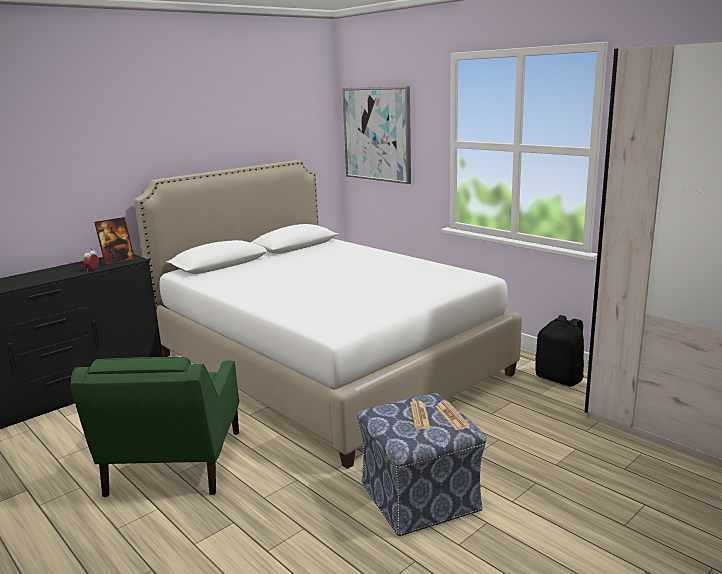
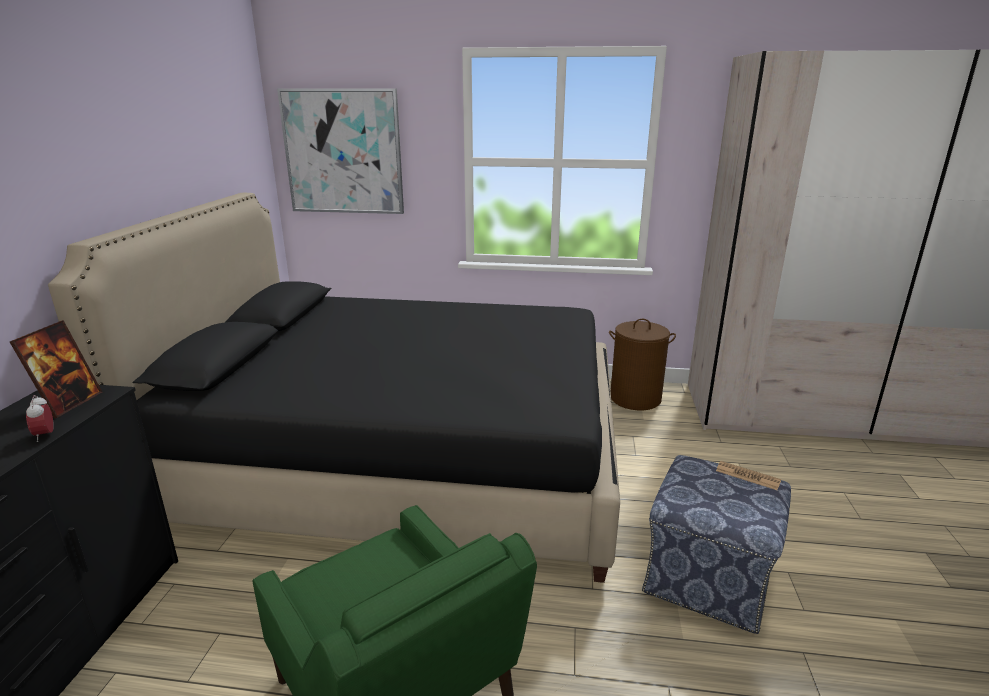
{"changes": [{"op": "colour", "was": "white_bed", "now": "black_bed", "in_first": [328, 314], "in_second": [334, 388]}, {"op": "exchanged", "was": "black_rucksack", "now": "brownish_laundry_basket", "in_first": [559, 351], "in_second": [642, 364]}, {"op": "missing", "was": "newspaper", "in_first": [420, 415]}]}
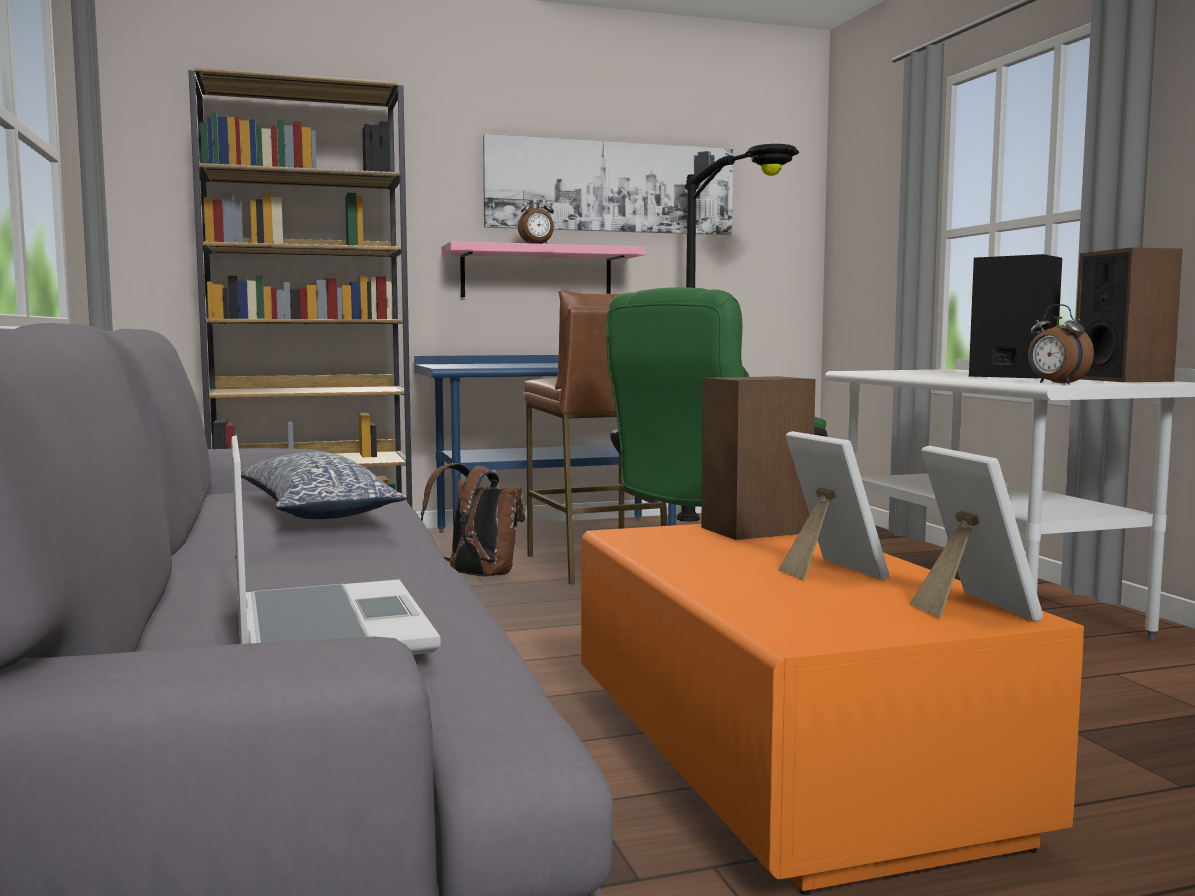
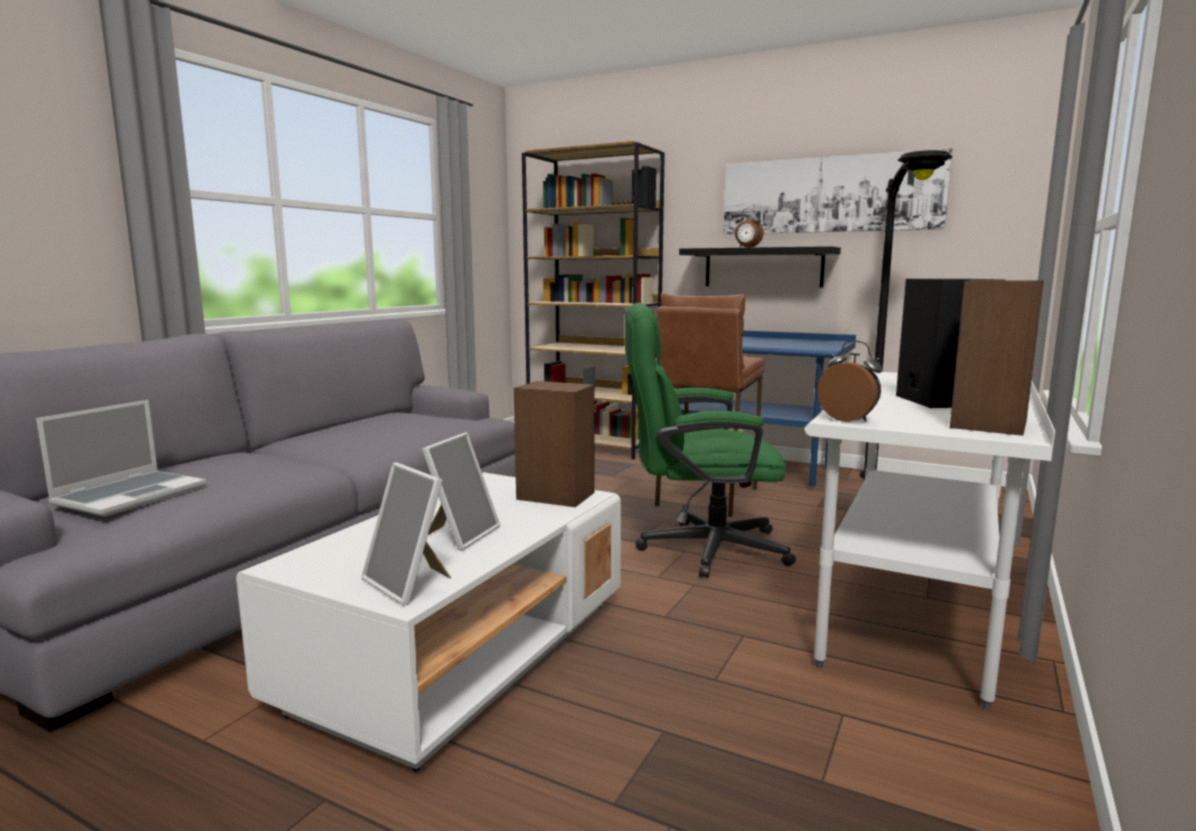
{"changes": [{"op": "colour", "was": "orangey_low_table", "now": "white_low_table", "in_first": [832, 709], "in_second": [428, 621]}, {"op": "spun", "was": "photo_frame", "in_first": [976, 534], "in_second": [406, 534], "clockwise": 105}, {"op": "colour", "was": "pinkish_wall_shelf", "now": "black_wall_shelf", "in_first": [544, 269], "in_second": [760, 266]}, {"op": "spun", "was": "alarm_clock", "in_first": [1061, 344], "in_second": [849, 381], "clockwise": 120}, {"op": "missing", "was": "cushion", "in_first": [324, 485]}, {"op": "missing", "was": "brownish_rucksack", "in_first": [473, 519]}]}
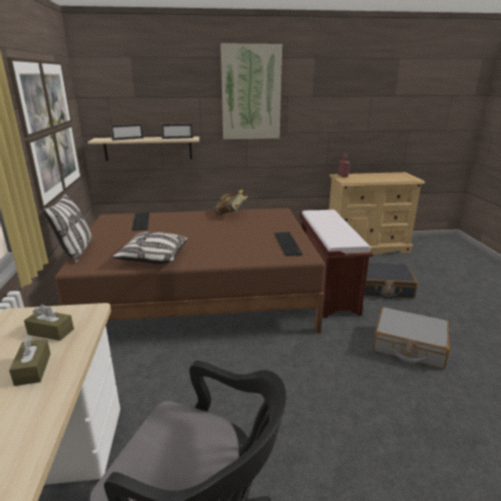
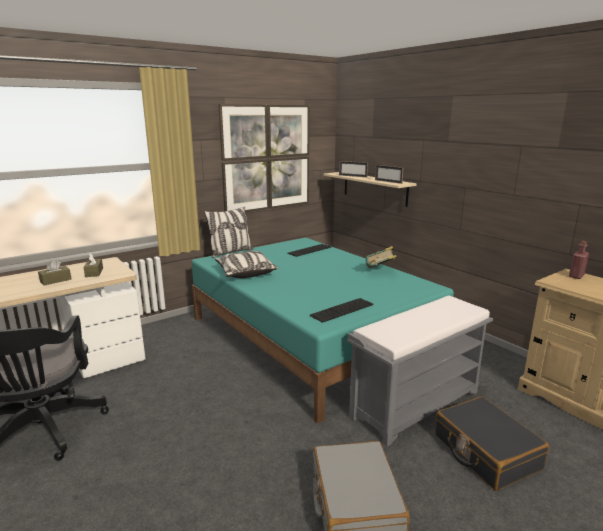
{"changes": [{"op": "colour", "was": "brownish_bed", "now": "turquoise_bed", "in_first": [190, 270], "in_second": [323, 331]}, {"op": "colour", "was": "brownish_indoor_bench", "now": "gray_indoor_bench", "in_first": [336, 264], "in_second": [420, 371]}, {"op": "missing", "was": "picture", "in_first": [251, 91]}]}
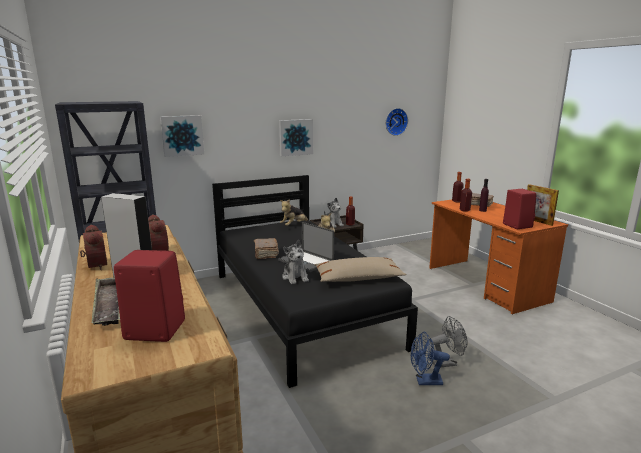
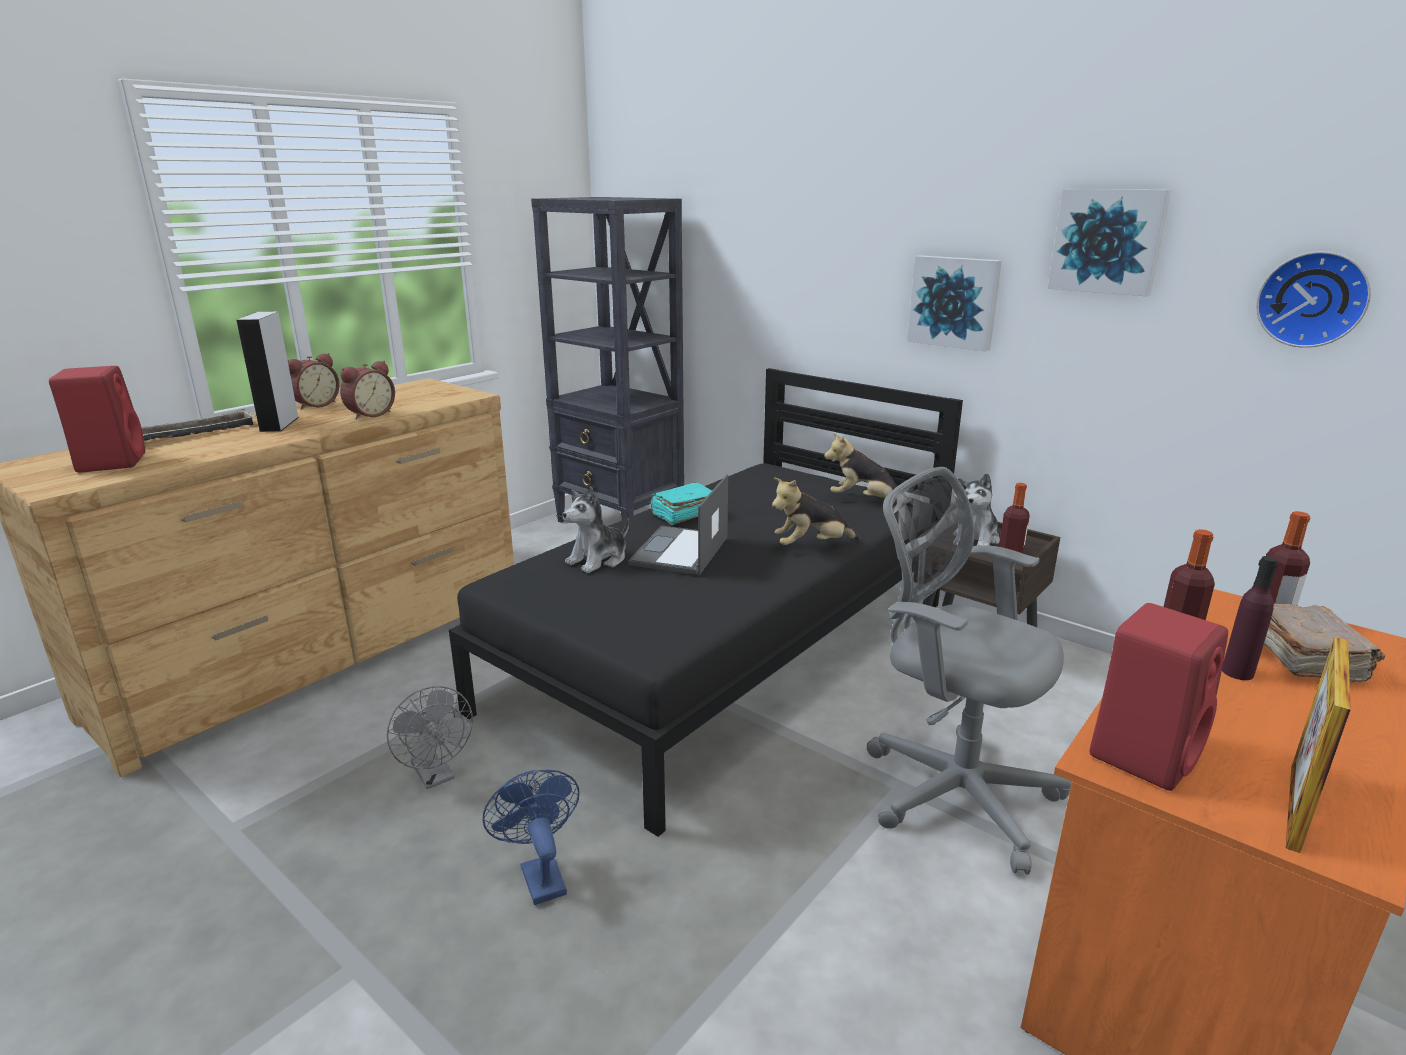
{"changes": [{"op": "relocated", "was": "gray_electric_fan", "in_first": [449, 342], "in_second": [430, 737]}, {"op": "colour", "was": "brownish_book", "now": "turquoise_book", "in_first": [266, 248], "in_second": [681, 504]}, {"op": "appeared", "now": "gray_office_chair", "in_second": [969, 671]}, {"op": "relocated", "was": "picture", "in_first": [182, 136], "in_second": [1109, 242]}, {"op": "missing", "was": "beige-coloured_cushion", "in_first": [360, 269]}]}
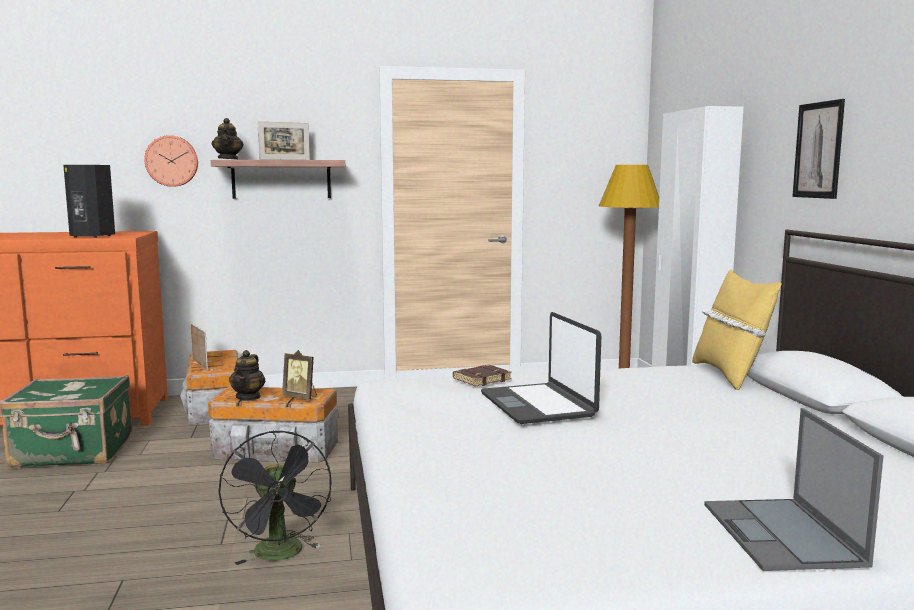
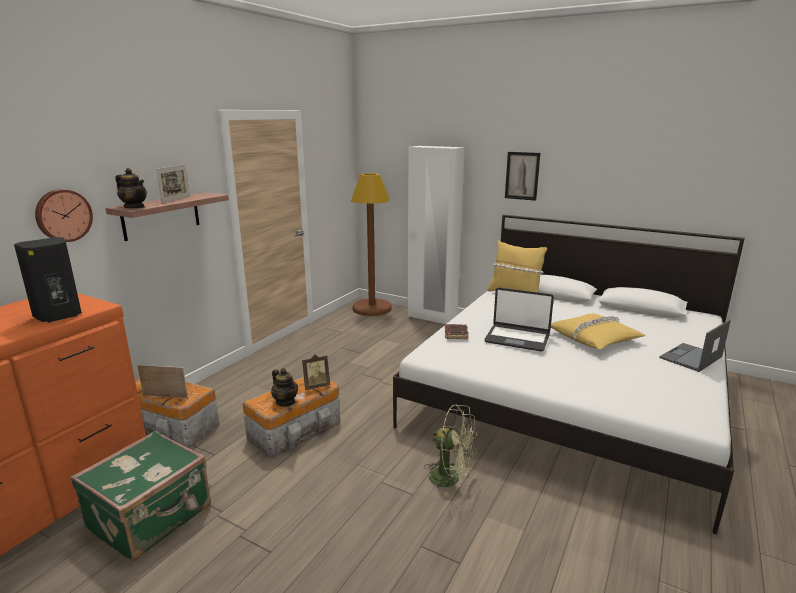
{"changes": [{"op": "colour", "was": "black_electric_fan", "now": "greenish_electric_fan", "in_first": [275, 497], "in_second": [451, 450]}, {"op": "appeared", "now": "yellow_cushion", "in_second": [598, 331]}, {"op": "spun", "was": "portable_computer", "in_first": [793, 489], "in_second": [695, 346], "clockwise": 105}]}
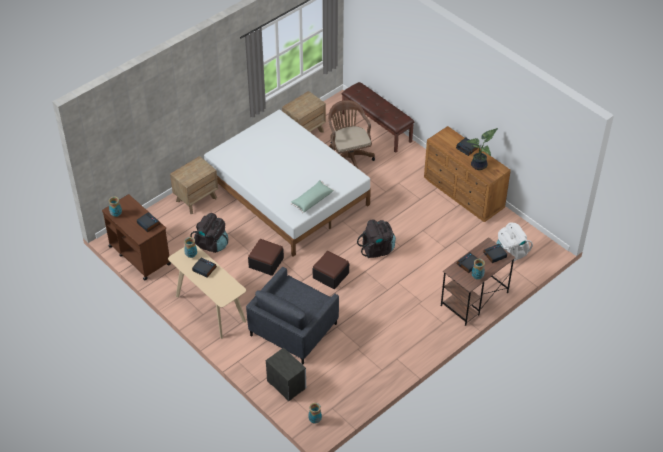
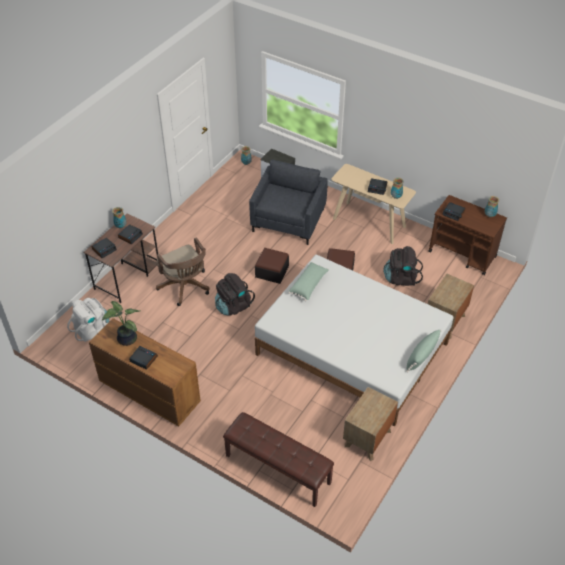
{"changes": [{"op": "relocated", "was": "brownish_office_chair", "in_first": [352, 134], "in_second": [183, 272]}, {"op": "appeared", "now": "greenish_cushion", "in_second": [424, 350]}]}
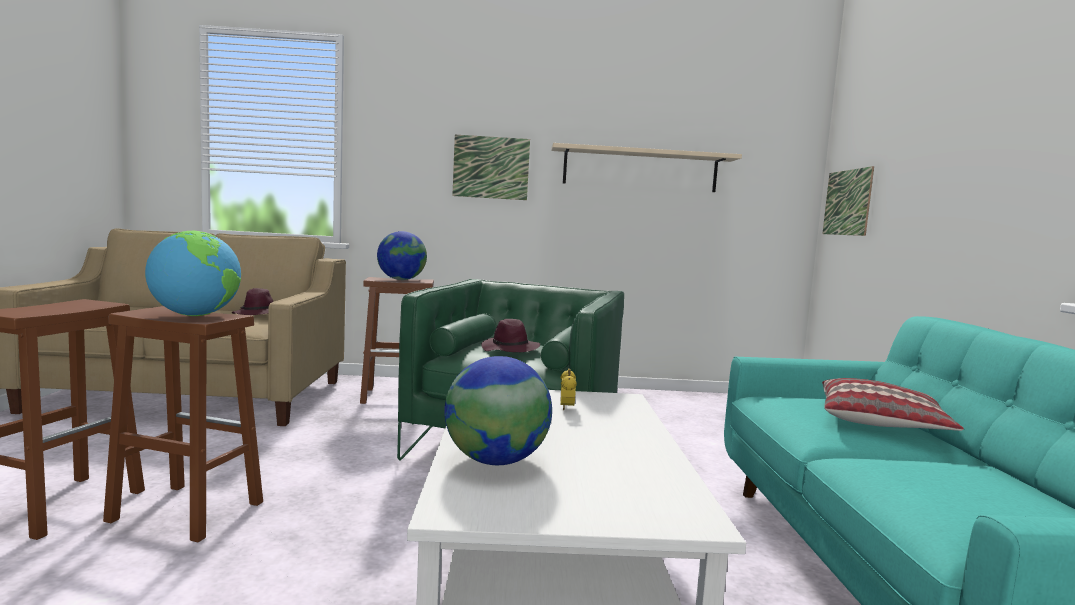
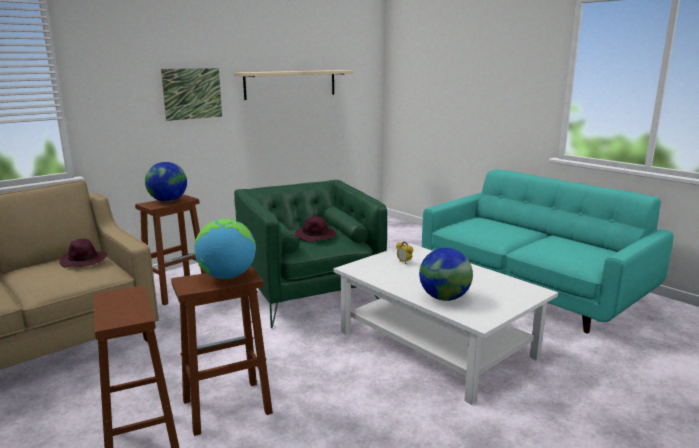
{"changes": [{"op": "missing", "was": "picture", "in_first": [848, 201]}, {"op": "missing", "was": "cushion", "in_first": [893, 404]}]}
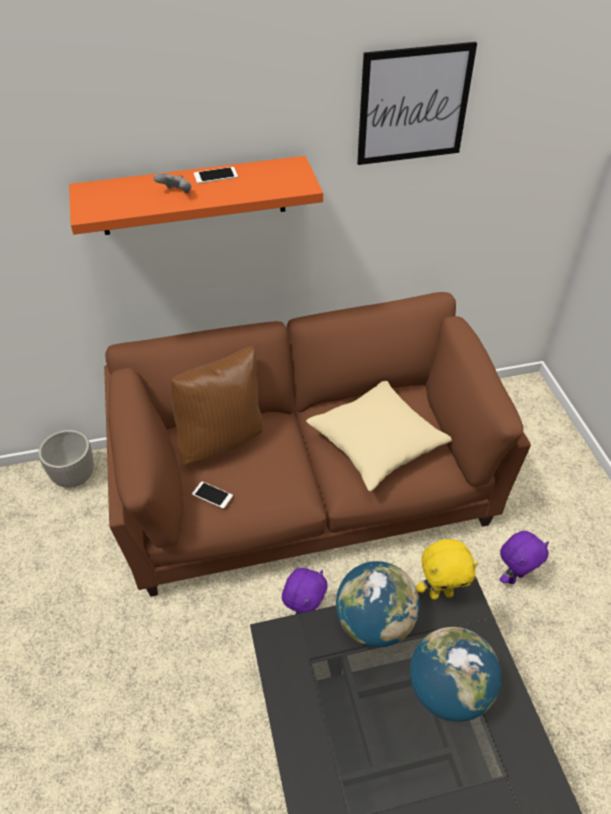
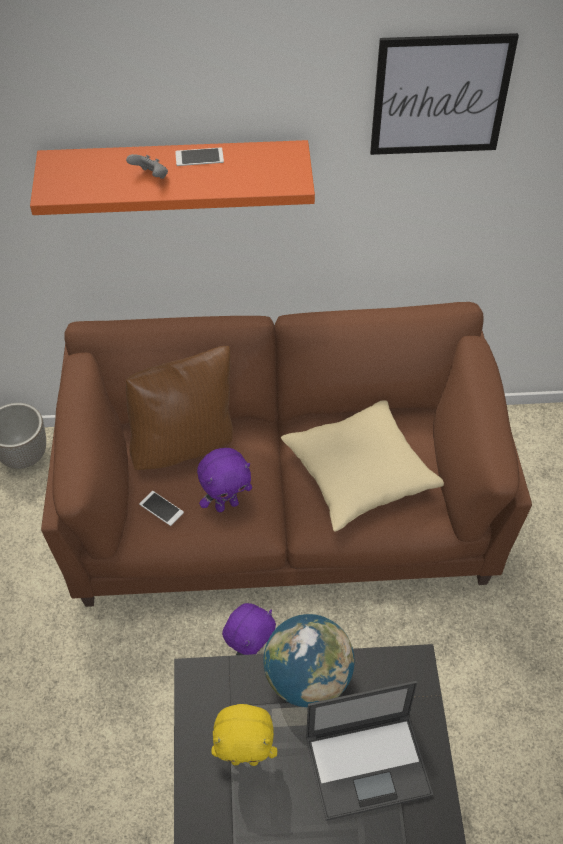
{"changes": [{"op": "relocated", "was": "purple-coloured_plush_toy", "in_first": [524, 557], "in_second": [224, 480]}, {"op": "relocated", "was": "yellow_plush_toy", "in_first": [447, 569], "in_second": [244, 735]}, {"op": "exchanged", "was": "globe", "now": "portable_computer", "in_first": [455, 674], "in_second": [369, 751]}]}
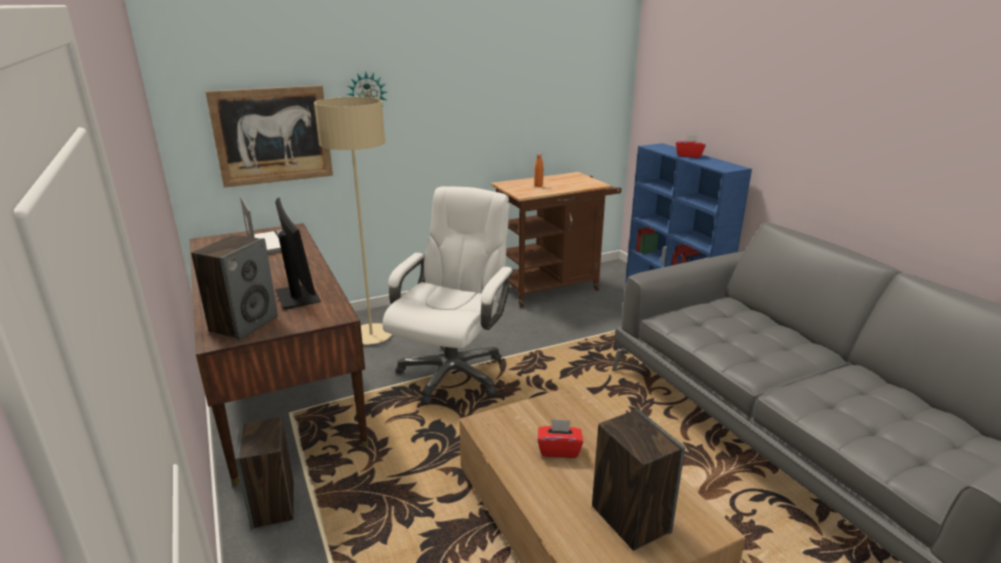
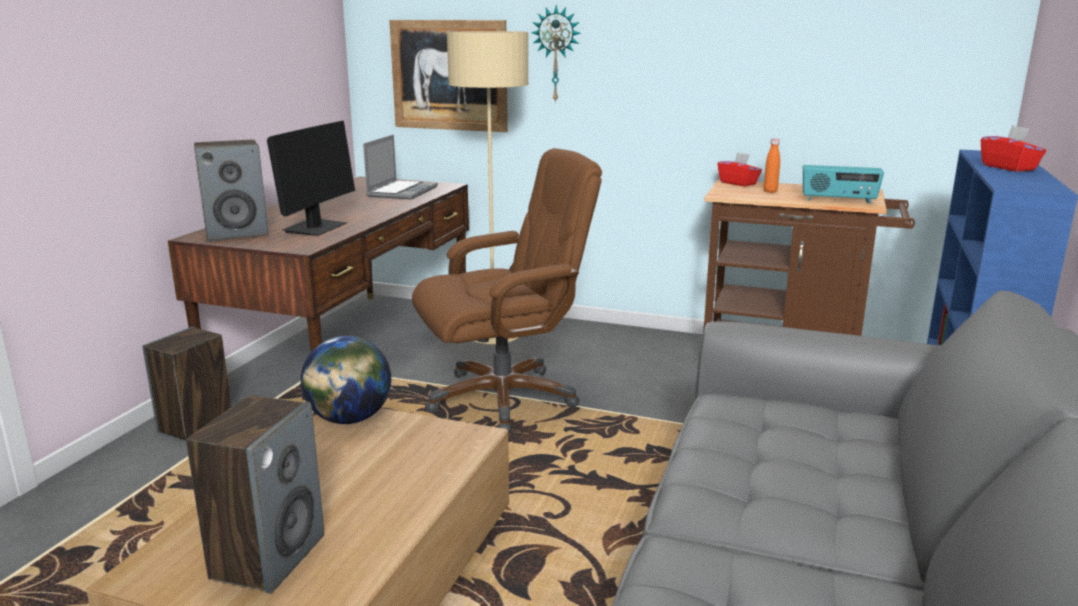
{"changes": [{"op": "appeared", "now": "globe", "in_second": [346, 380]}, {"op": "colour", "was": "white_office_chair", "now": "brownish_office_chair", "in_first": [448, 295], "in_second": [507, 290]}, {"op": "relocated", "was": "red_tissue_box", "in_first": [560, 438], "in_second": [740, 169]}, {"op": "appeared", "now": "radio", "in_second": [843, 184]}]}
